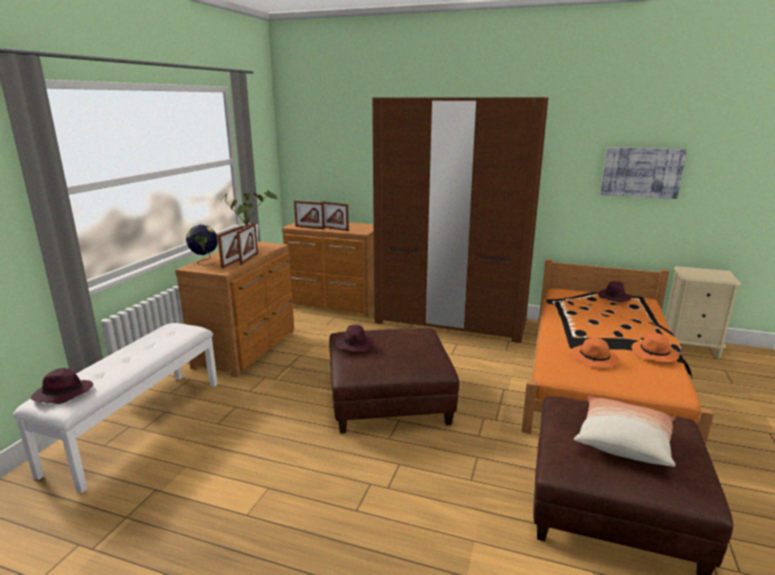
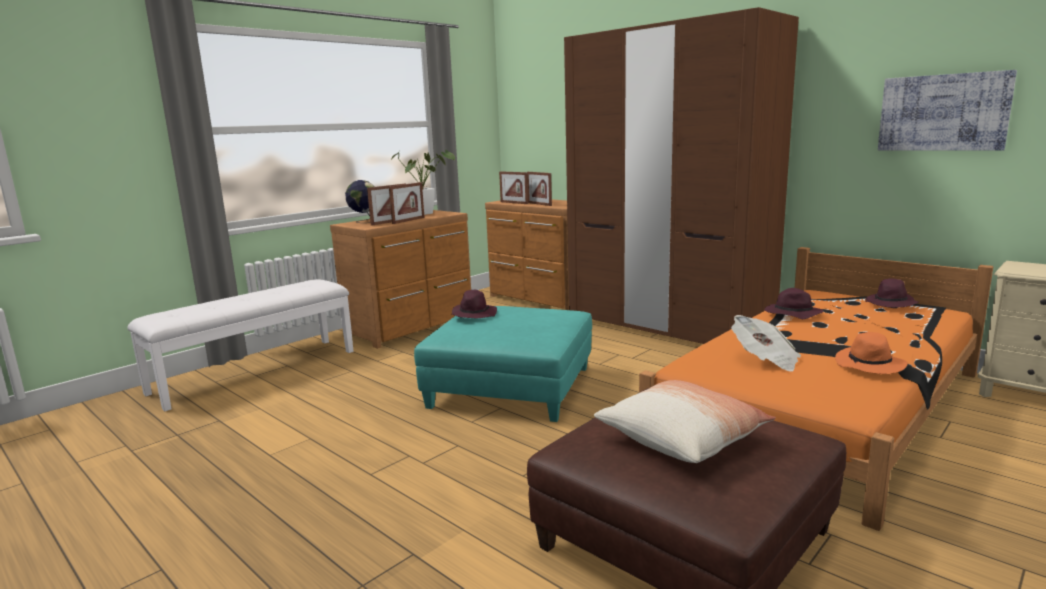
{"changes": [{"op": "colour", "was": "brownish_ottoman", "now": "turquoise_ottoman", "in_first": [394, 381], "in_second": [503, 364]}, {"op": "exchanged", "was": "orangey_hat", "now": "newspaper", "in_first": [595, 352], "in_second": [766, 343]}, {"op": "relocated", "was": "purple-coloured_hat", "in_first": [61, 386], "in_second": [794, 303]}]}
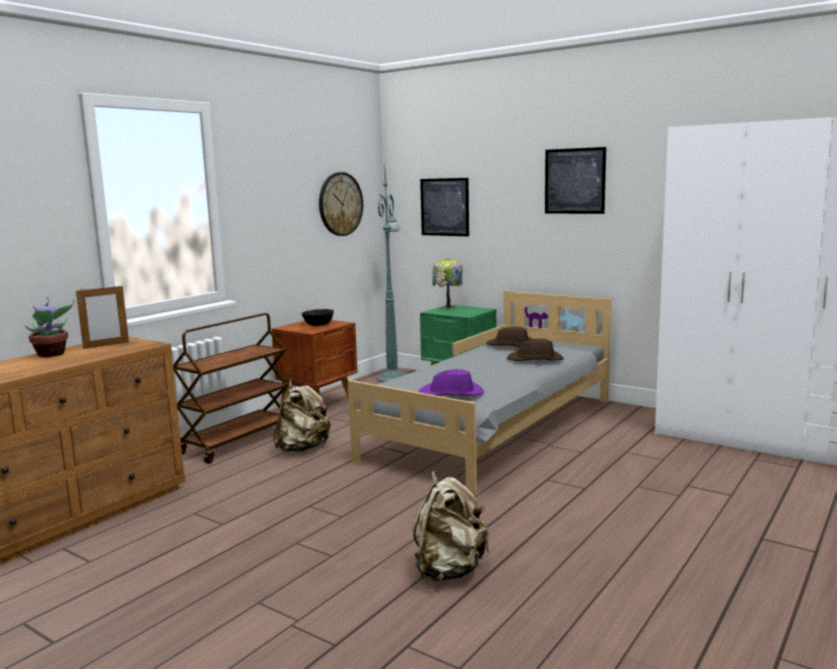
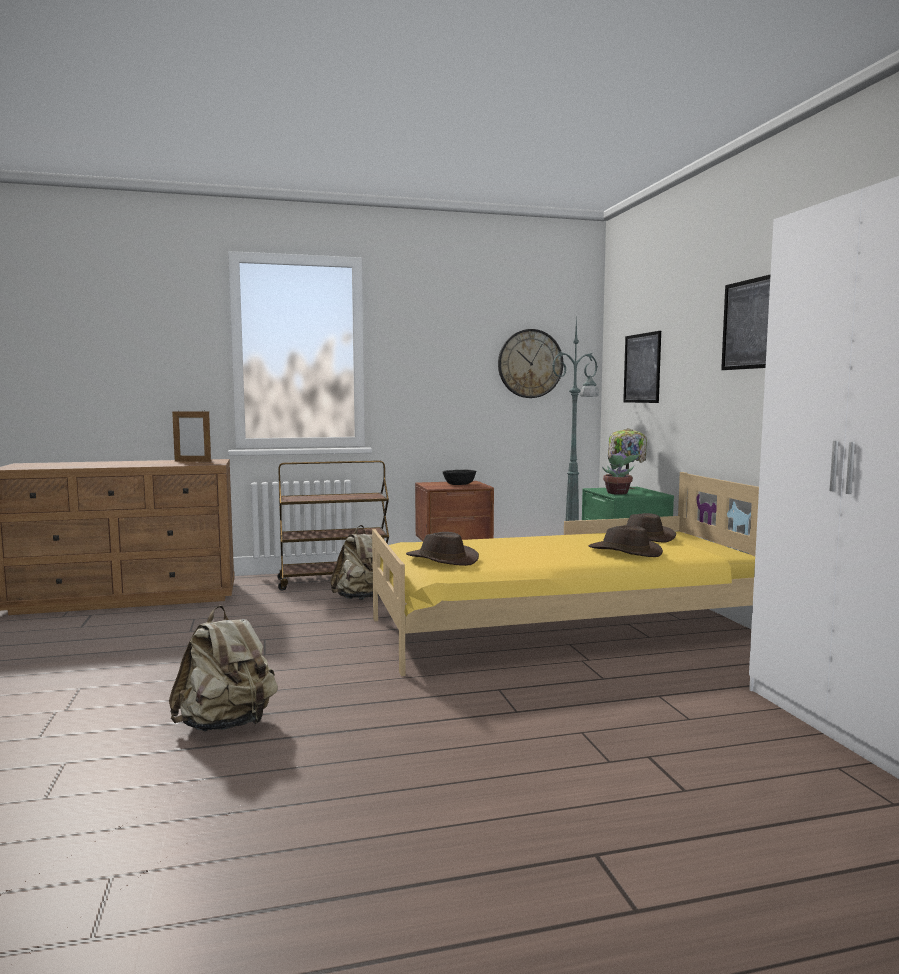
{"changes": [{"op": "colour", "was": "gray_bed", "now": "yellow_bed", "in_first": [478, 392], "in_second": [565, 574]}, {"op": "colour", "was": "purple-coloured_hat", "now": "brownish_hat", "in_first": [451, 382], "in_second": [442, 549]}, {"op": "relocated", "was": "plant_in_a_pot", "in_first": [50, 327], "in_second": [622, 470]}]}
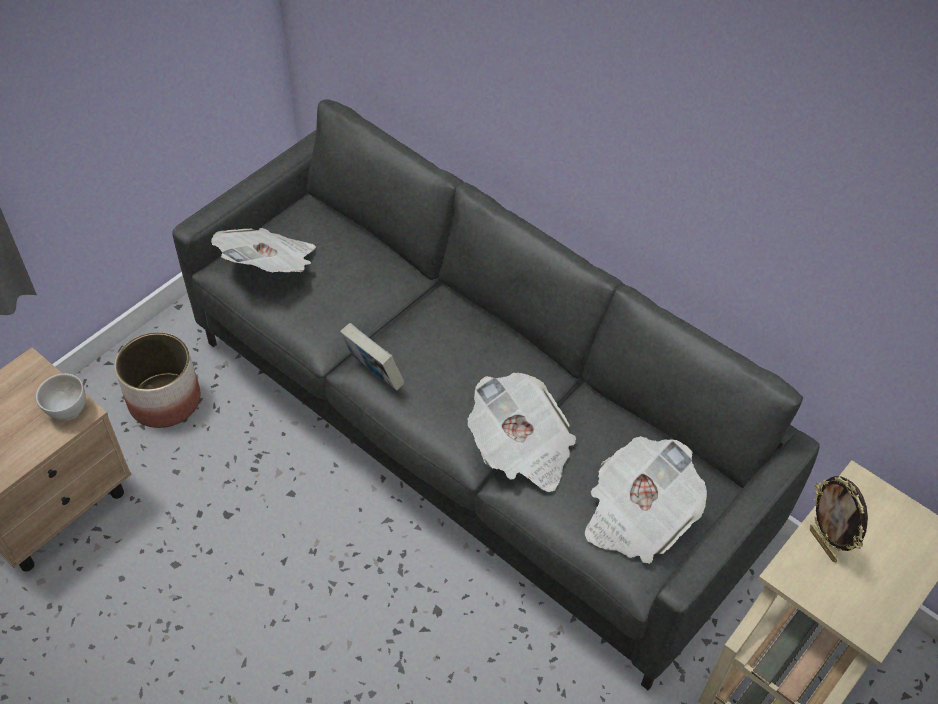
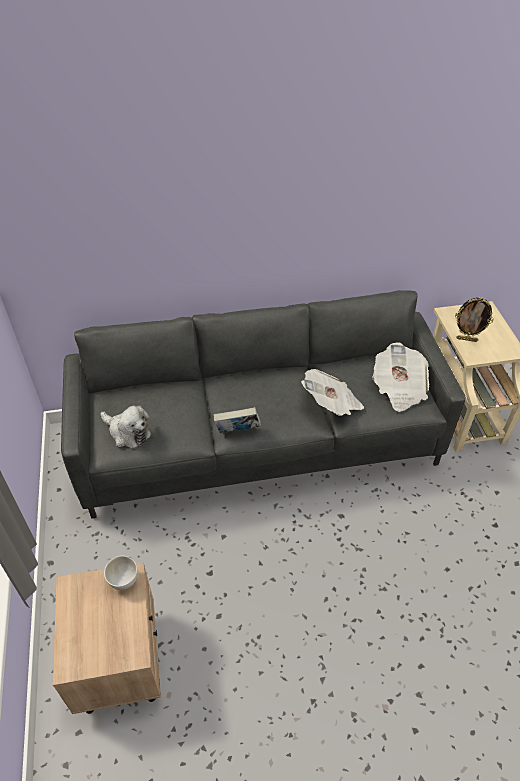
{"changes": [{"op": "exchanged", "was": "newspaper", "now": "plush_toy", "in_first": [263, 250], "in_second": [126, 426]}, {"op": "missing", "was": "planter", "in_first": [157, 380]}]}
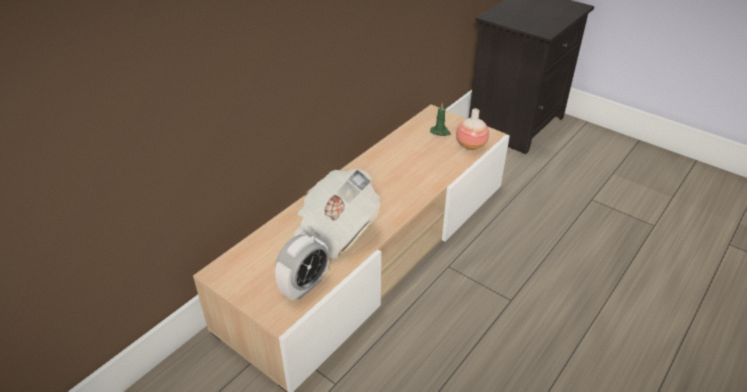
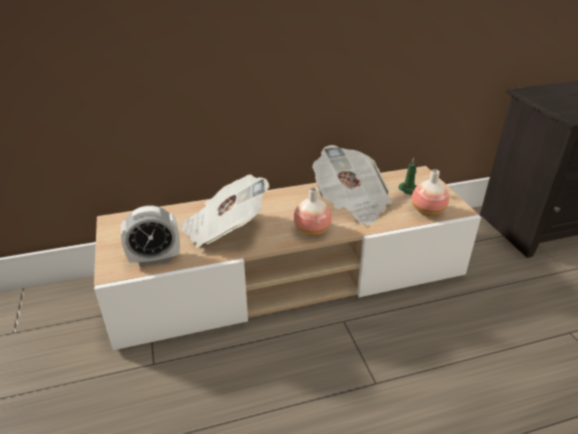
{"changes": [{"op": "appeared", "now": "vase", "in_second": [313, 211]}, {"op": "appeared", "now": "newspaper", "in_second": [352, 185]}]}
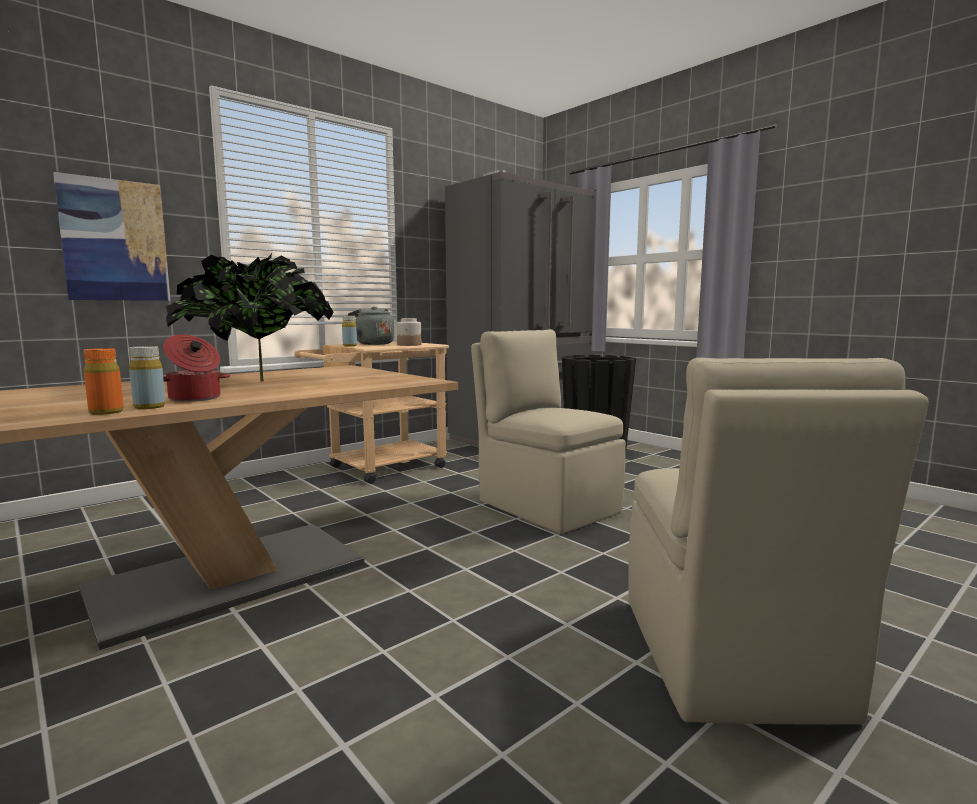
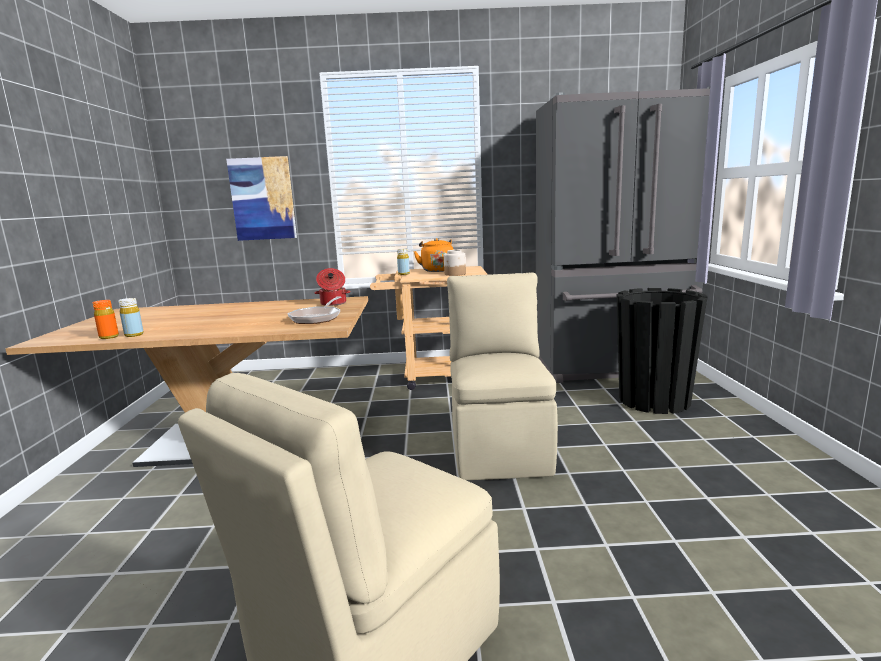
{"changes": [{"op": "appeared", "now": "skillet", "in_second": [314, 310]}, {"op": "relocated", "was": "stockpot", "in_first": [196, 368], "in_second": [332, 287]}, {"op": "colour", "was": "gray_tea_kettle", "now": "orangey_tea_kettle", "in_first": [371, 326], "in_second": [434, 255]}, {"op": "missing", "was": "plant_in_a_pot", "in_first": [250, 317]}]}
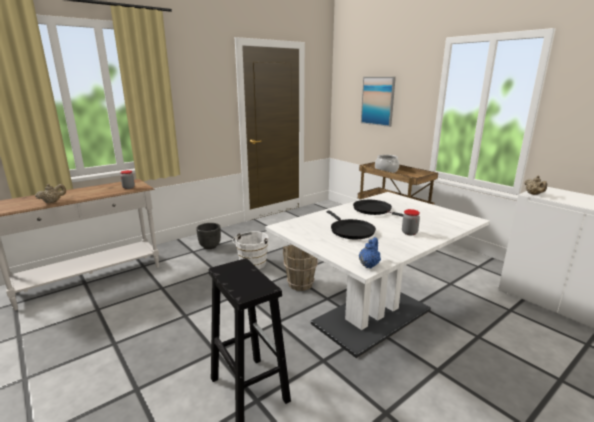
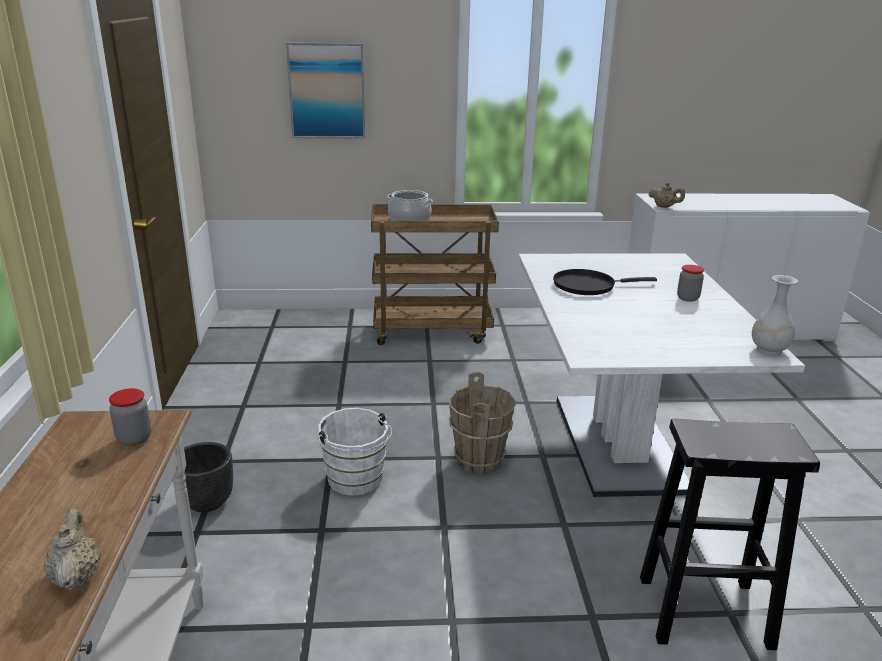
{"changes": [{"op": "exchanged", "was": "blue-coloured_tea_pot", "now": "white_vase", "in_first": [370, 253], "in_second": [775, 315]}, {"op": "missing", "was": "black_skillet", "in_first": [351, 224]}]}
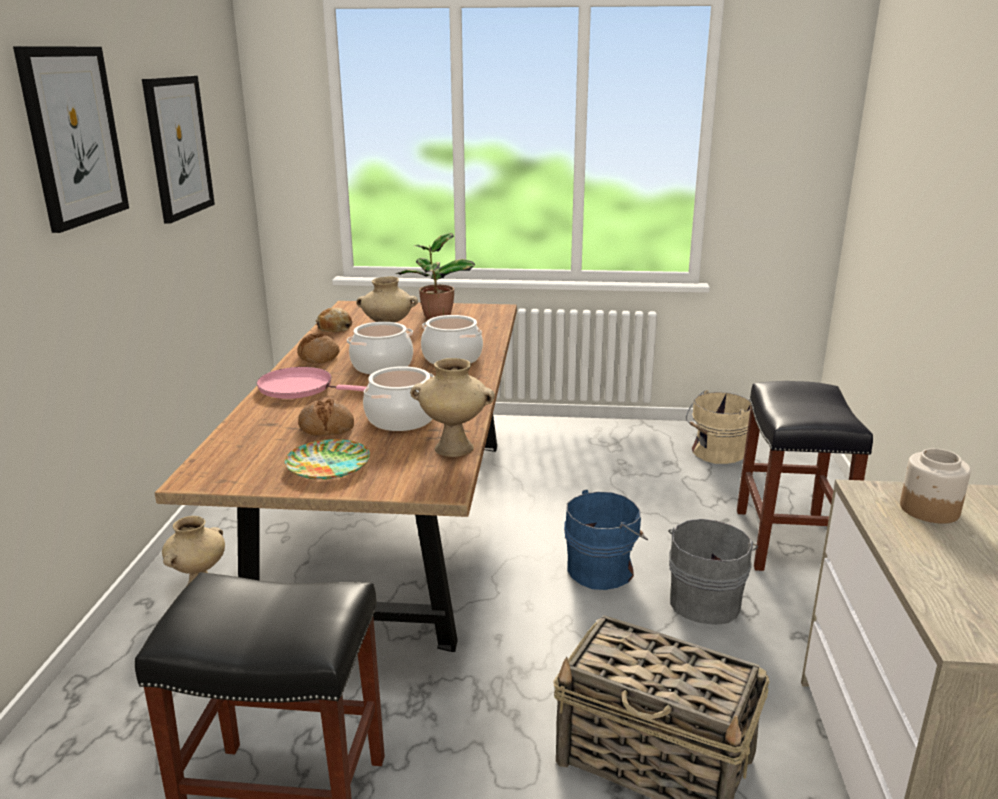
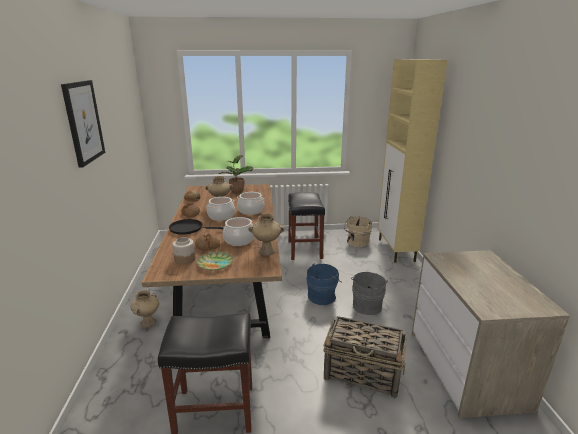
{"changes": [{"op": "colour", "was": "pinkish_skillet", "now": "black_skillet", "in_first": [311, 383], "in_second": [196, 227]}, {"op": "relocated", "was": "storage_jar", "in_first": [935, 486], "in_second": [183, 251]}, {"op": "relocated", "was": "black_stool", "in_first": [805, 476], "in_second": [306, 226]}, {"op": "appeared", "now": "beige-coloured_cabinet", "in_second": [413, 161]}, {"op": "missing", "was": "picture", "in_first": [178, 149]}]}
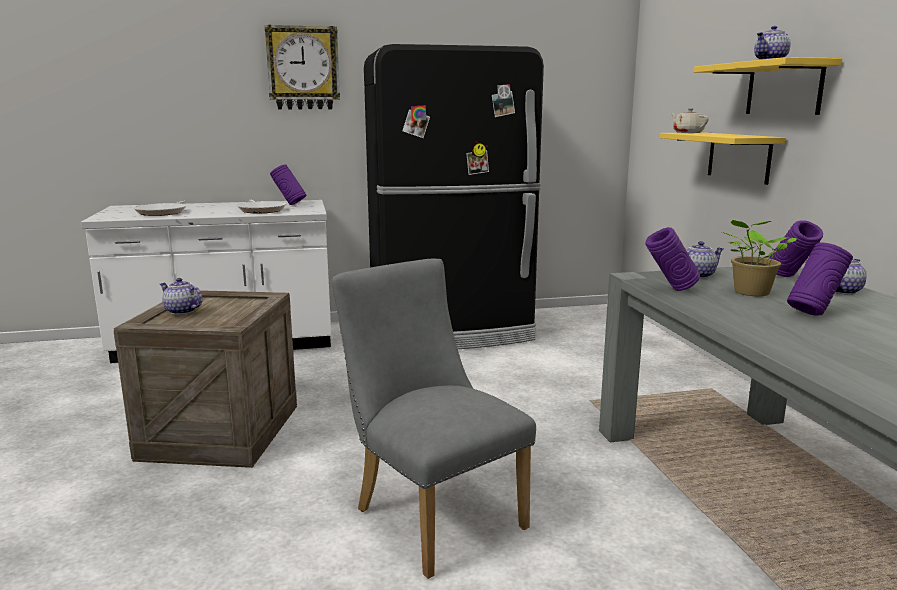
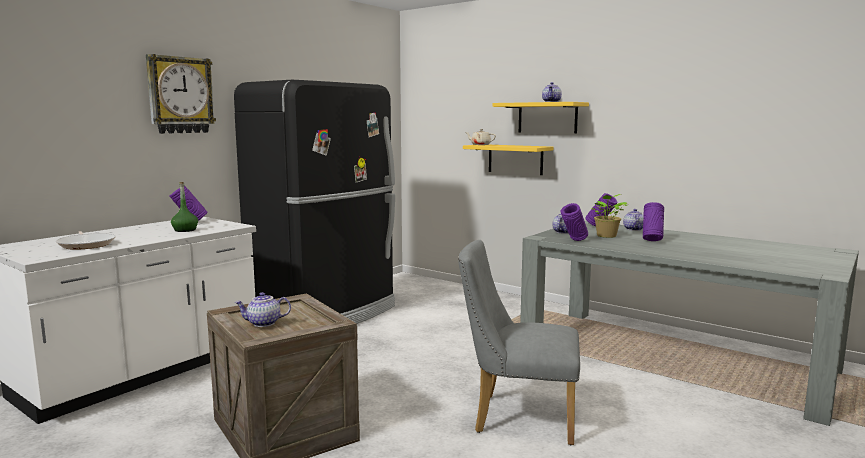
{"changes": [{"op": "exchanged", "was": "skillet", "now": "greenish_drink_bottle", "in_first": [262, 206], "in_second": [184, 207]}]}
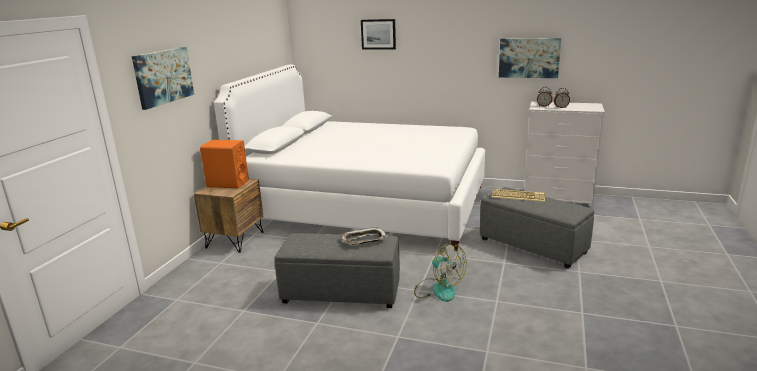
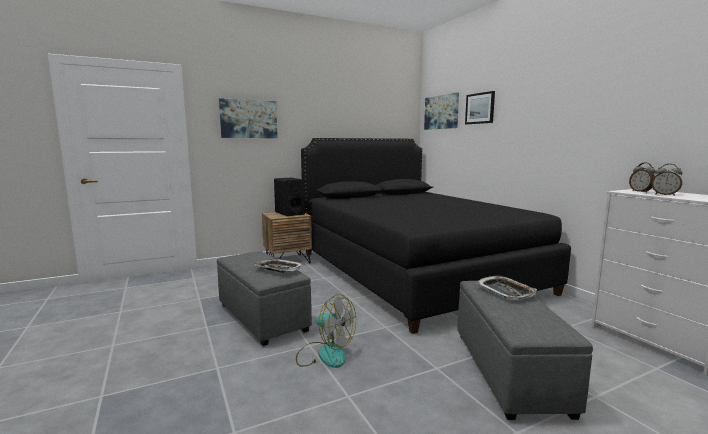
{"changes": [{"op": "colour", "was": "orangey_speaker", "now": "black_speaker", "in_first": [224, 164], "in_second": [289, 197]}, {"op": "spun", "was": "electric_fan", "in_first": [440, 272], "in_second": [326, 331], "clockwise": -60}, {"op": "colour", "was": "white_bed", "now": "black_bed", "in_first": [349, 158], "in_second": [436, 236]}, {"op": "relocated", "was": "picture", "in_first": [530, 58], "in_second": [441, 111]}, {"op": "exchanged", "was": "keyboard", "now": "carrying_tray", "in_first": [518, 195], "in_second": [506, 288]}]}
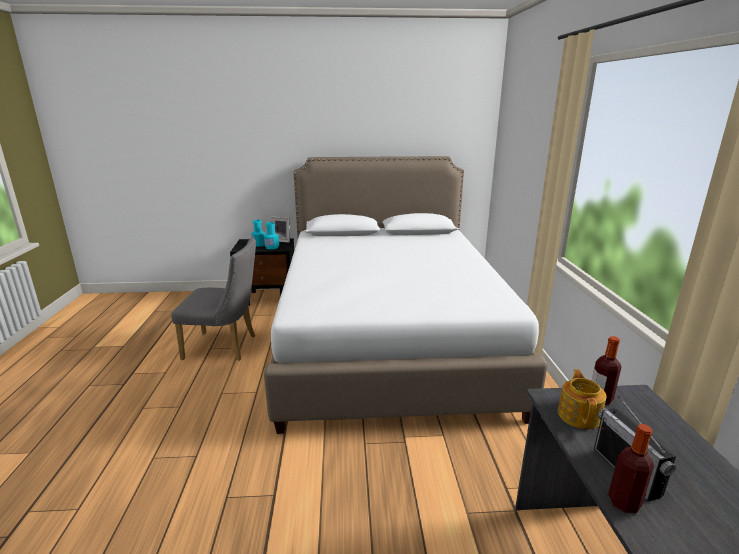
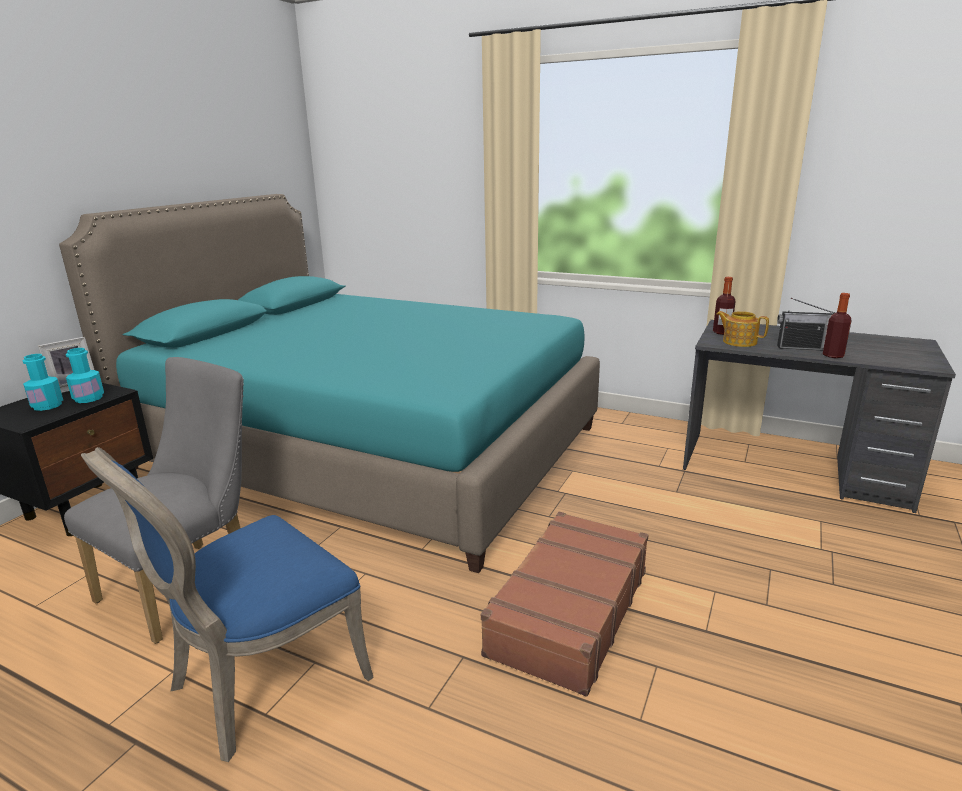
{"changes": [{"op": "colour", "was": "white_bed", "now": "turquoise_bed", "in_first": [406, 295], "in_second": [329, 383]}, {"op": "appeared", "now": "blue-coloured_chair", "in_second": [227, 604]}, {"op": "appeared", "now": "brownish_piece_of_luggage", "in_second": [564, 604]}]}
